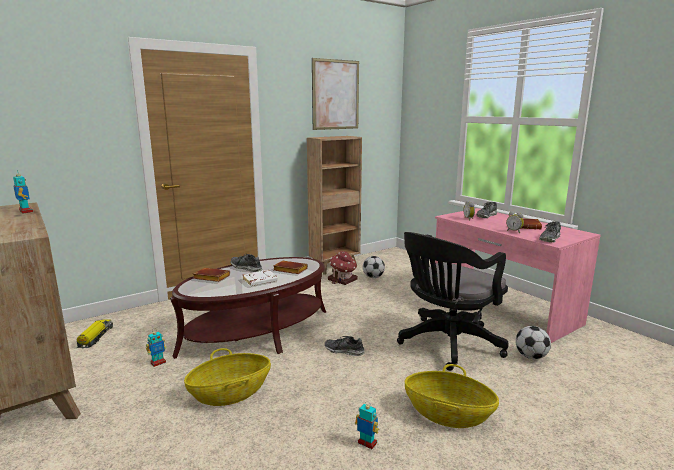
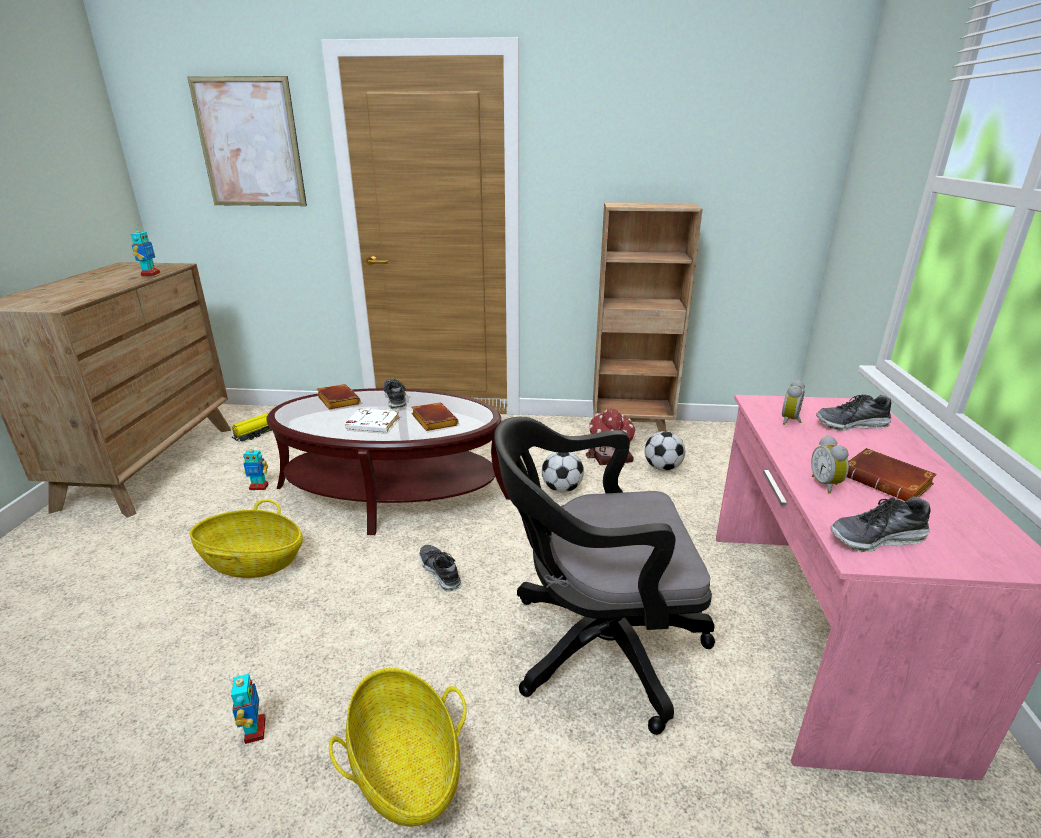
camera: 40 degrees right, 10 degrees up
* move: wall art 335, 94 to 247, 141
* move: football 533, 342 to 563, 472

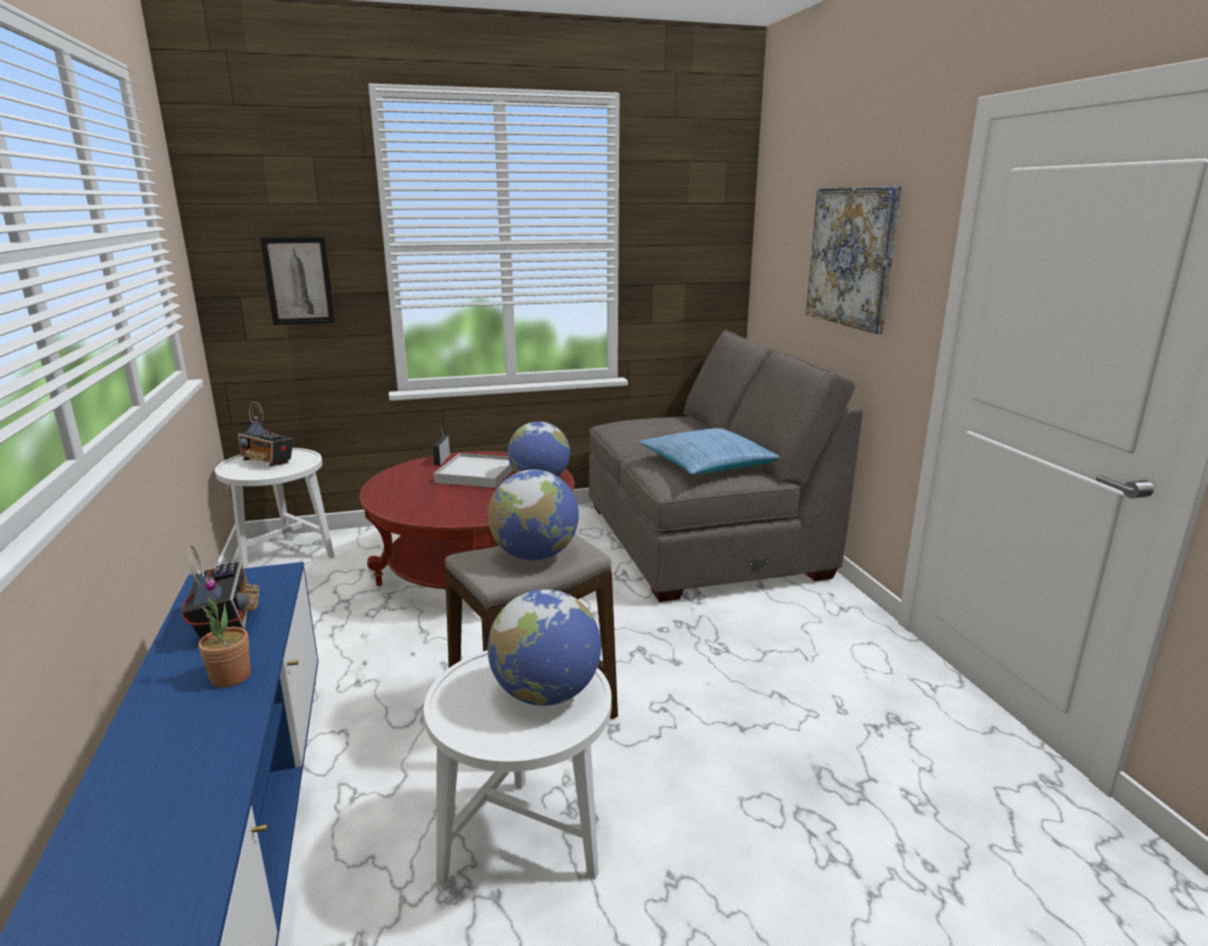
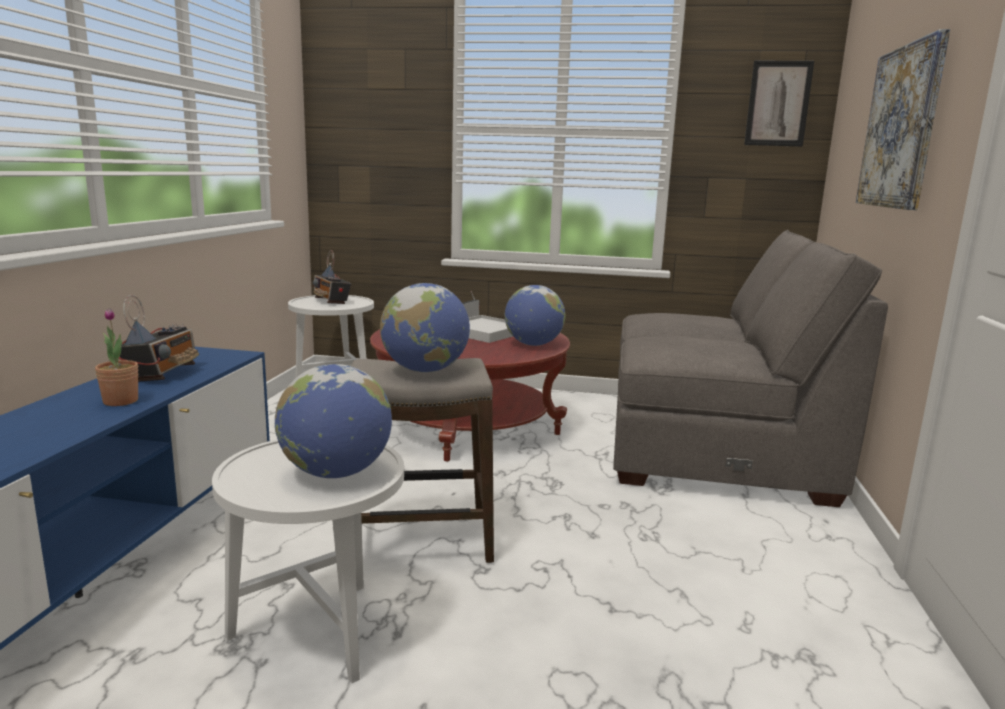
camera: 25 degrees right, 5 degrees down
* move: wall art 297, 281 to 779, 104
* delete: pillow 708, 451

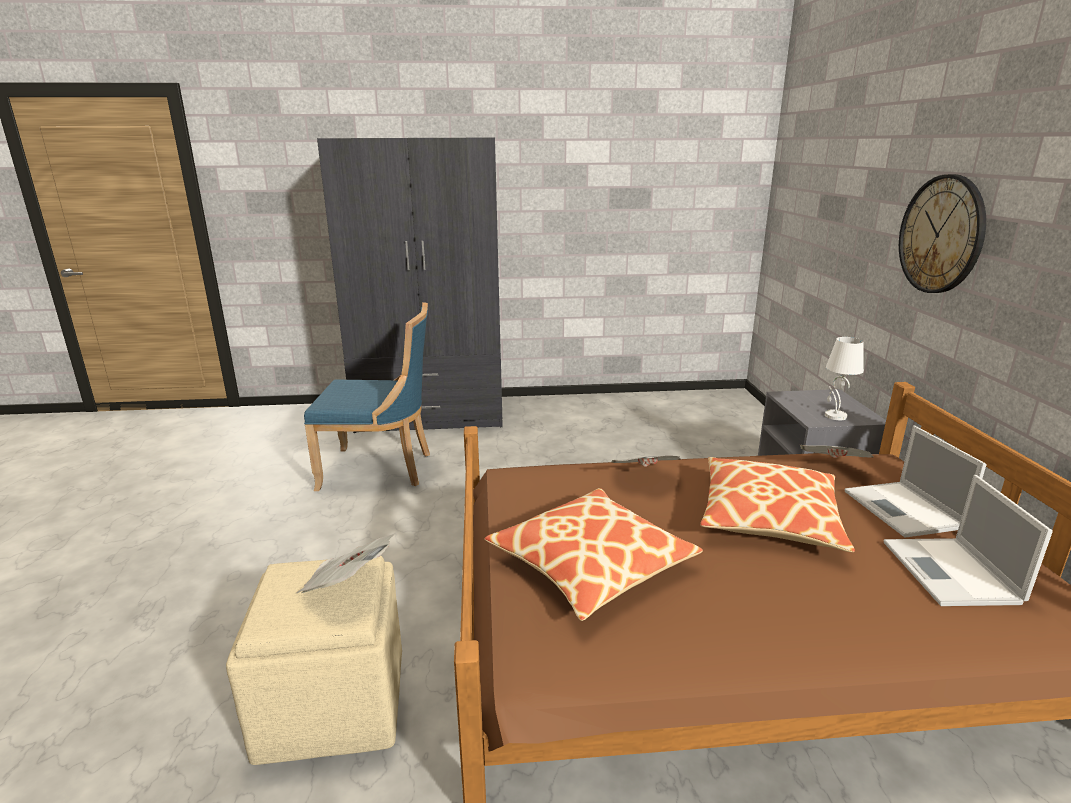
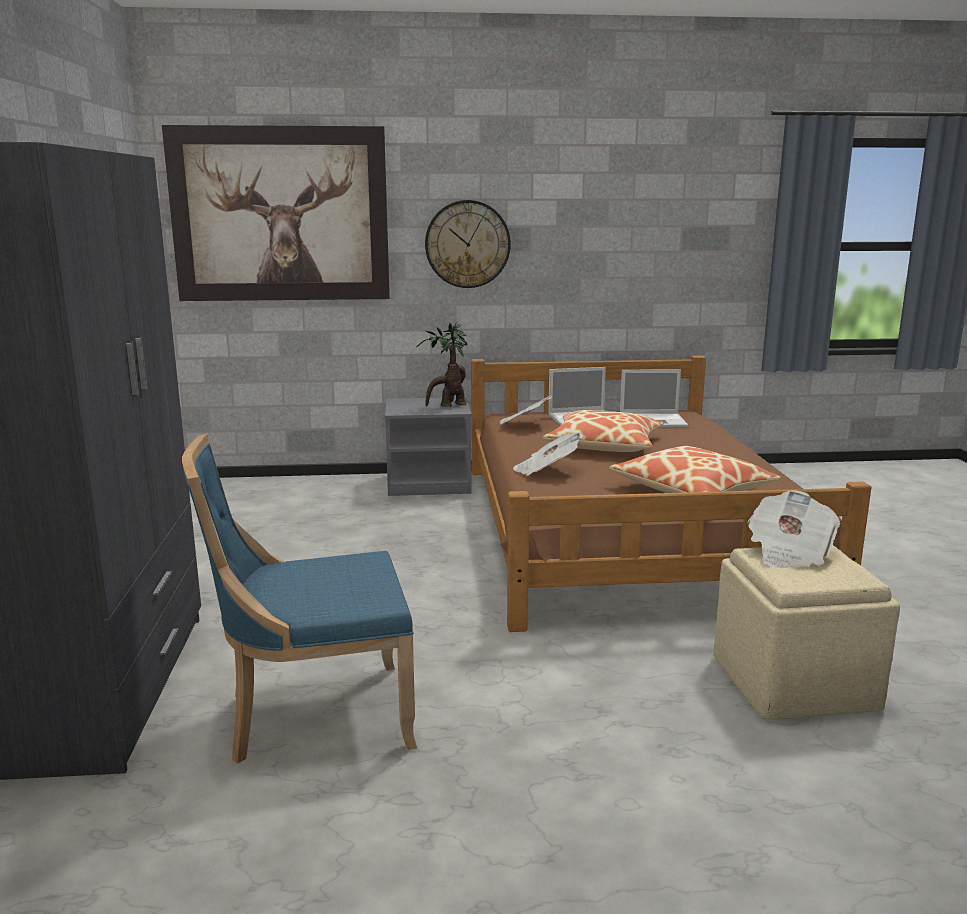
camera: 90 degrees left, 5 degrees down
* rotate: bluish upright chair 367, 396 = 299, 599 105 degrees counterclockwise
* replace: white-coloured tabletop lamp 844, 378 to potted plant 441, 364
* insert: wall art 276, 213

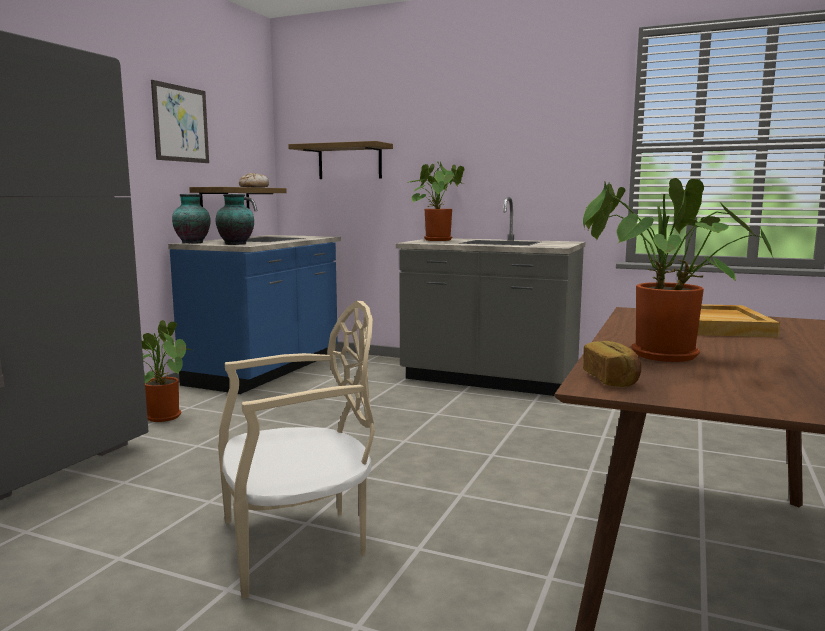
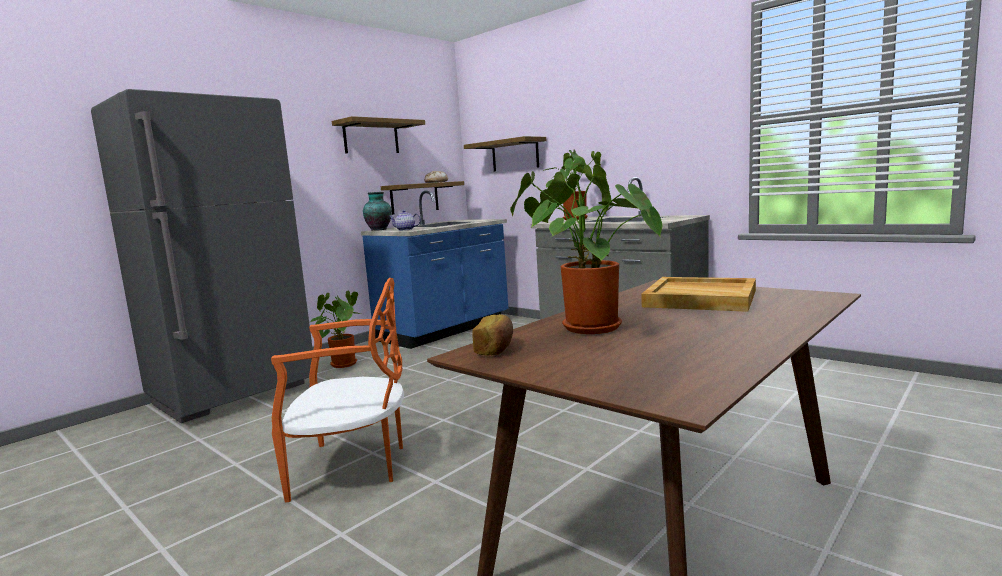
camera: 20 degrees right, 0 degrees up
* replace: wall art 180, 121 to bracket shelf 378, 134
* replace: vase 235, 219 to pot for tea 405, 220
* recolor: sand-coloured upright chair 296, 450 to orange-coloured upright chair 337, 390

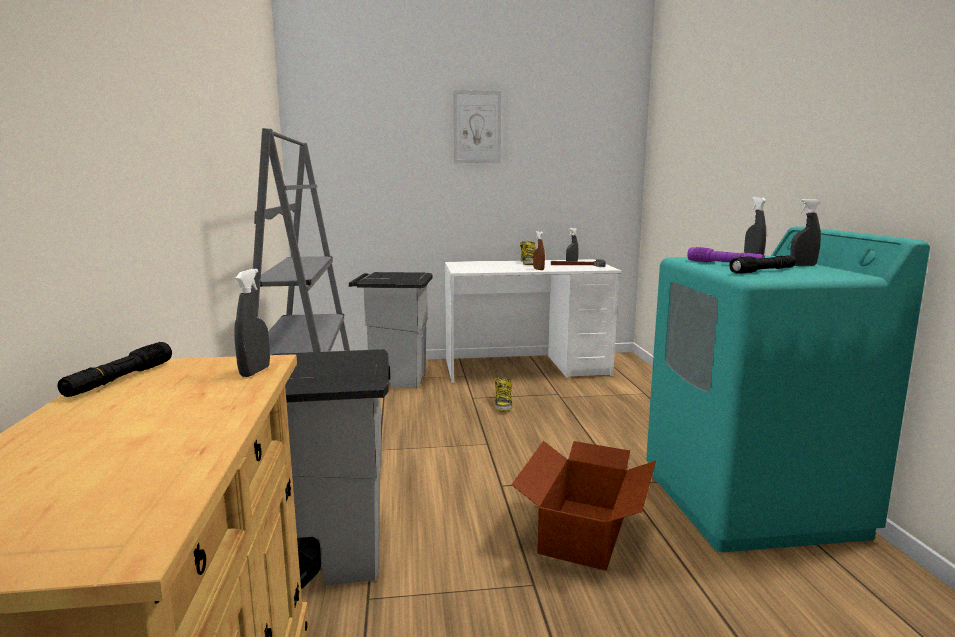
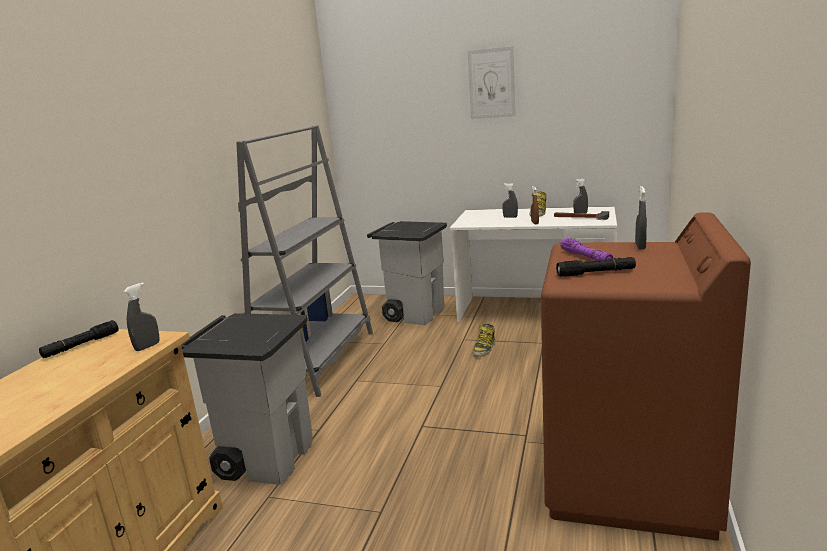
camera: 25 degrees right, 5 degrees up
* delete: cardboard box 583, 506
* recolor: turquoise-coloured laundry machine 788, 389 to brownish laundry machine 646, 376
* move: gray hand sprayer 805, 232 to 510, 200

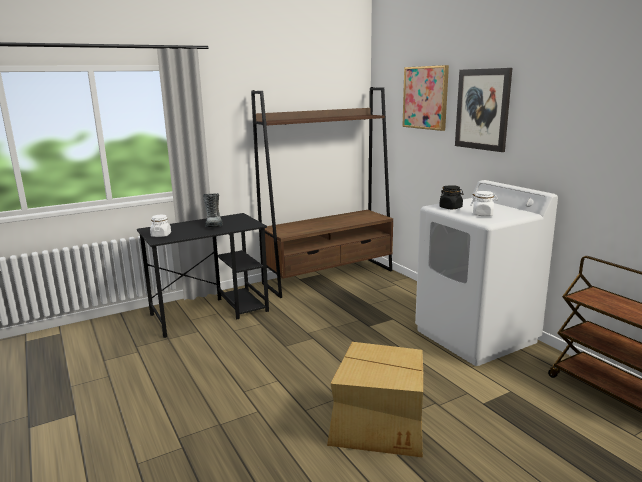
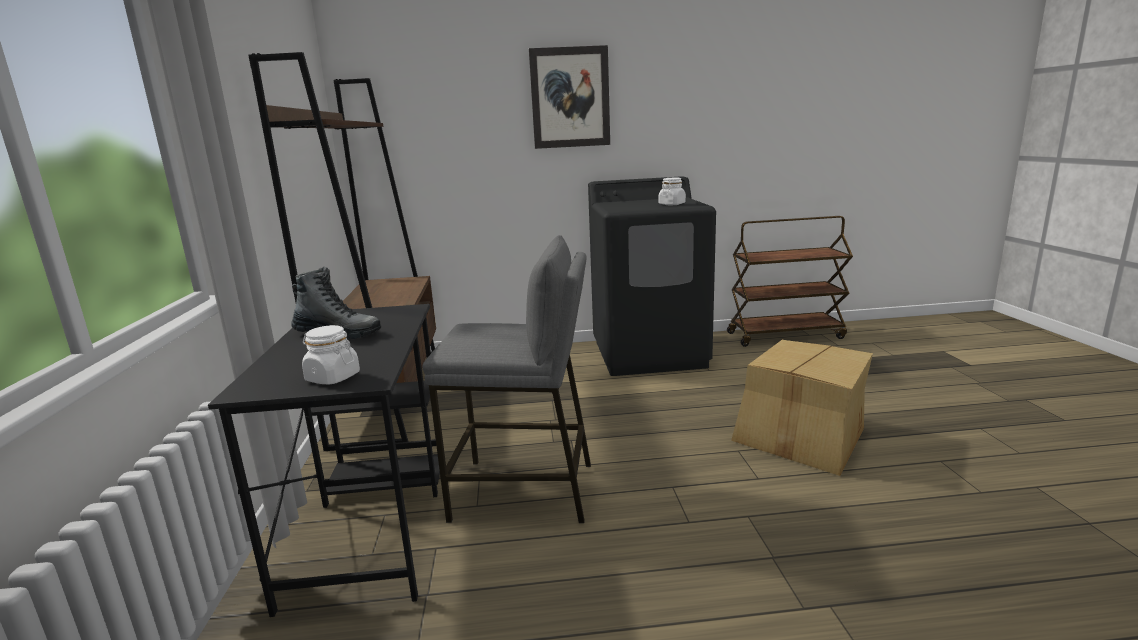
camera: 65 degrees left, 0 degrees up
* delete: wall art 425, 98
* recolor: white-coloured laundry machine 486, 273 to black-coloured laundry machine 652, 276
* delete: black-coloured preserve jar 451, 197
* insert: gray stool 506, 379

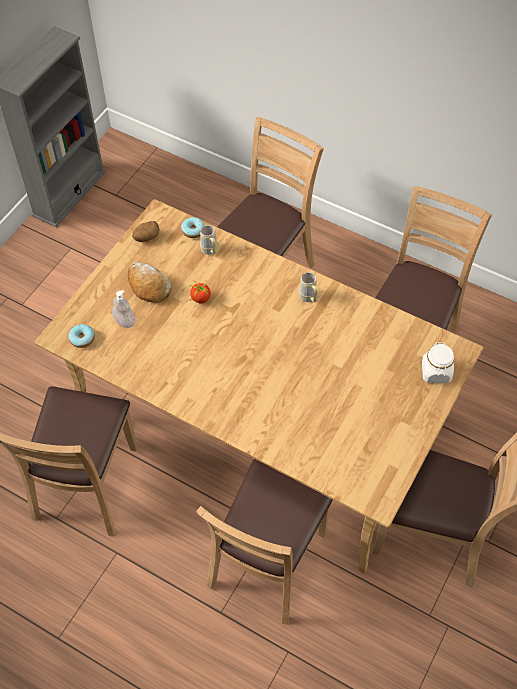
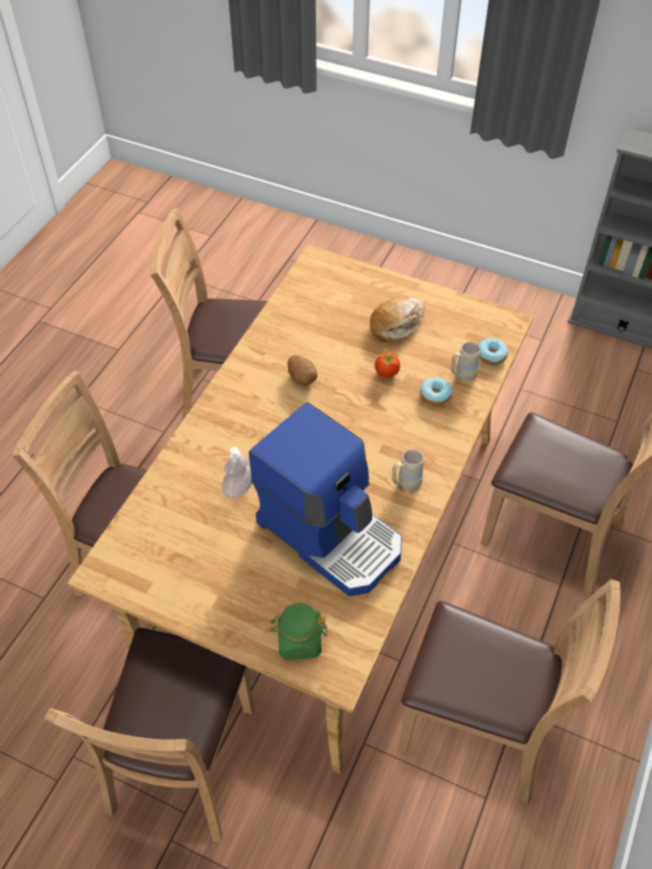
camera: 85 degrees right, 5 degrees down
* move: doughnut 81, 336 to 436, 391
* move: liquid soap bottle 123, 309 to 237, 472
* move: spud 145, 231 to 302, 370
* recolor: white-coloured preserve jar 438, 362 to green preserve jar 299, 631
* insert: coffee brewer 325, 499

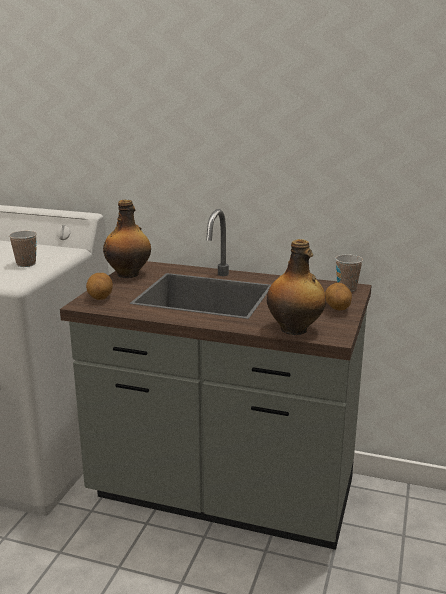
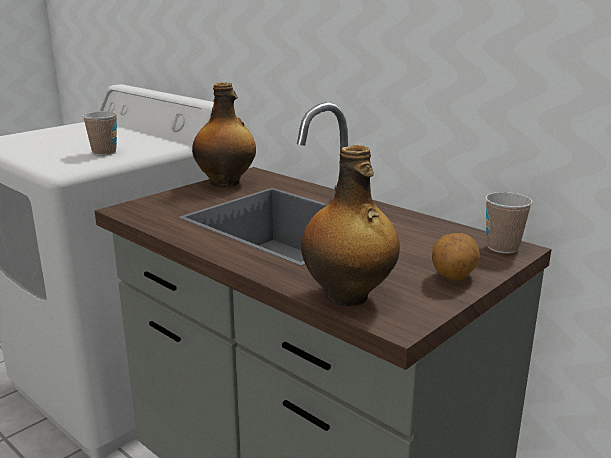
camera: 25 degrees right, 0 degrees up
* delete: spud 99, 286

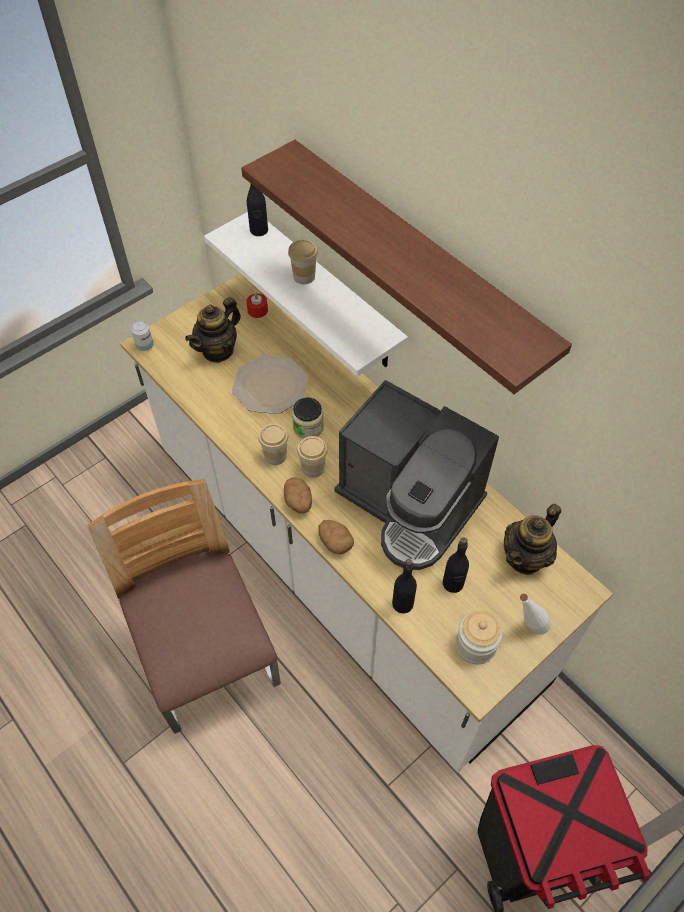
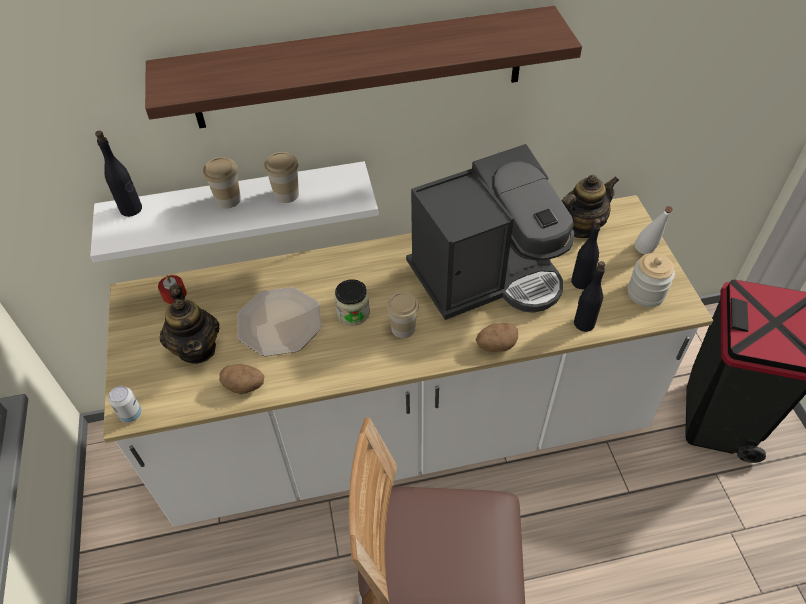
camera: 60 degrees left, 5 degrees down
* move: cup 273, 444 to 281, 177
* move: spud 298, 496 to 241, 379
* rotate: pot for tea 532, 539 = 590, 206 105 degrees counterclockwise

